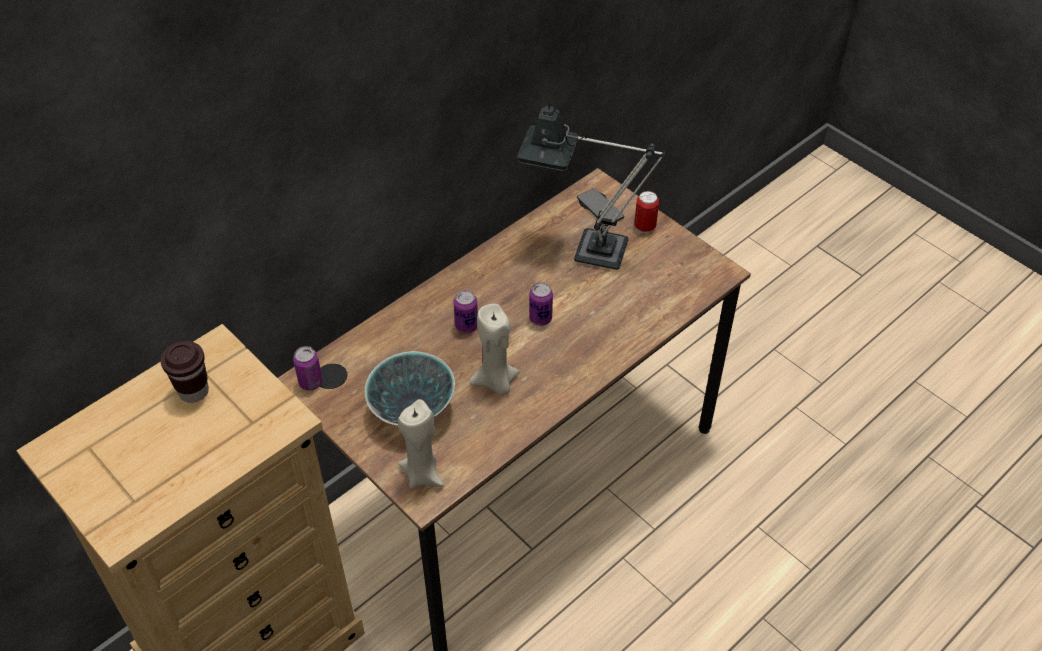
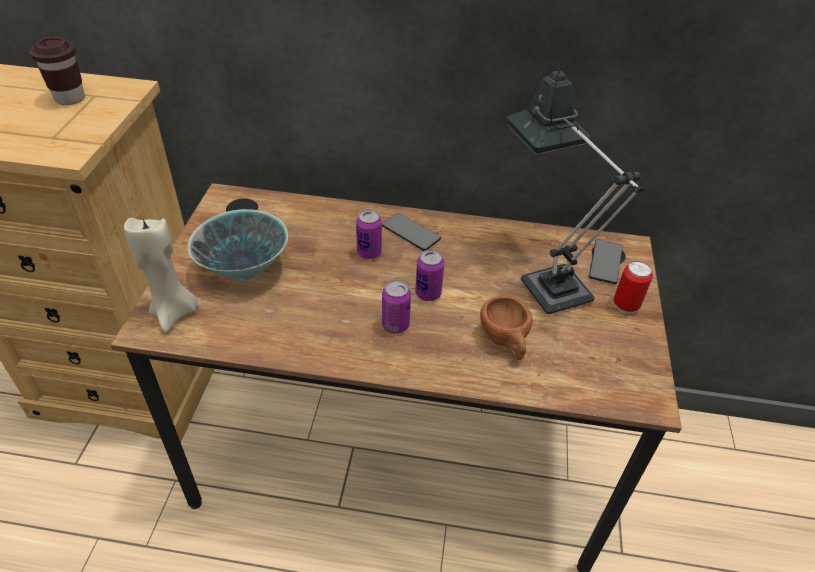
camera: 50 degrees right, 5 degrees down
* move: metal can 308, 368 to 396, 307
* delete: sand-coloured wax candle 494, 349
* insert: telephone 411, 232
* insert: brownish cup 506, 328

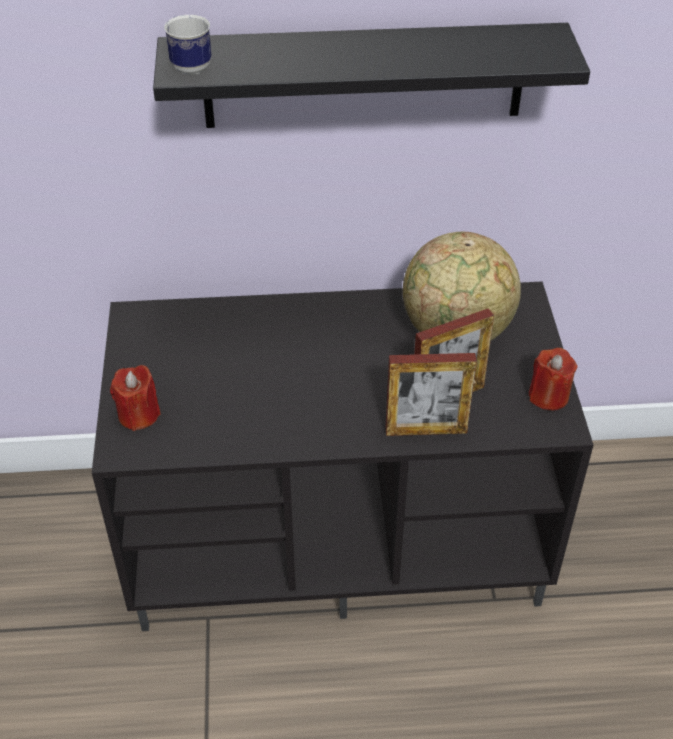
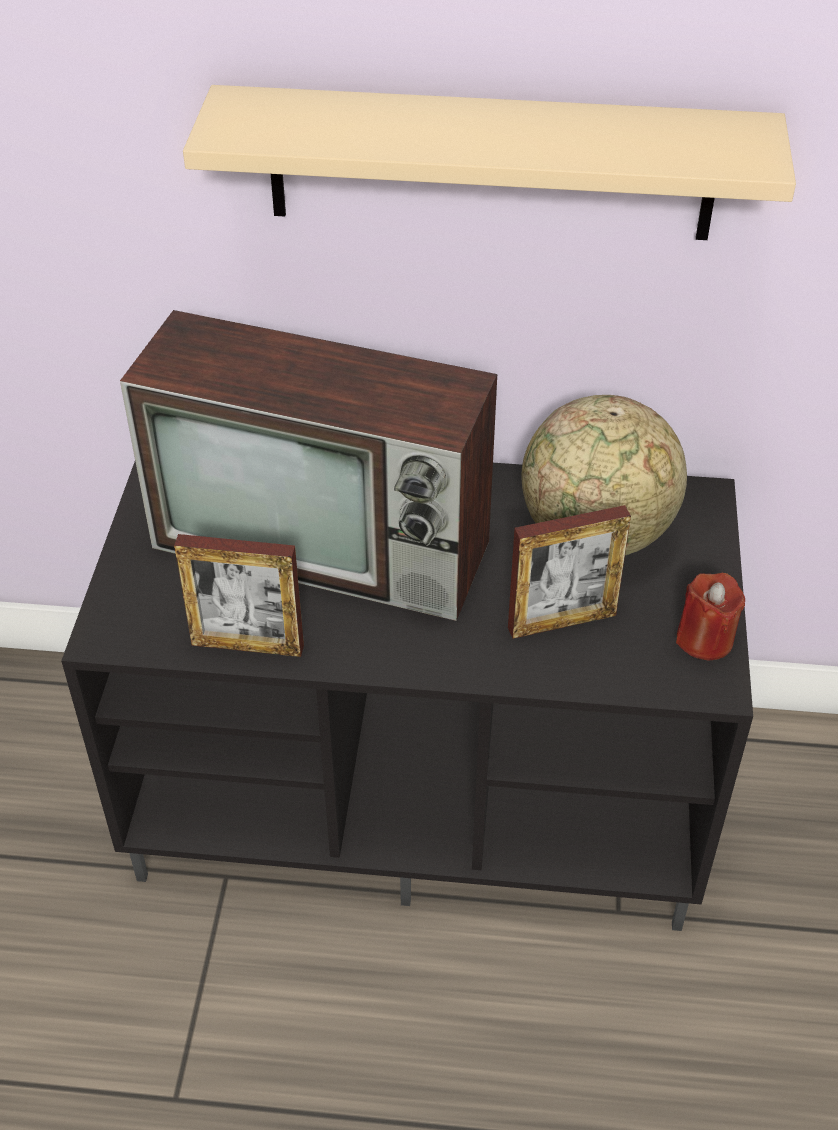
camera: 10 degrees right, 0 degrees up
* delete: red wax candle 135, 398
* recolor: black-coloured bracket shelf 371, 75 to sand-coloured bracket shelf 489, 162
* delete: coffee mug 187, 45
* move: photo frame 431, 394 to 239, 595
* insert: TV 308, 465

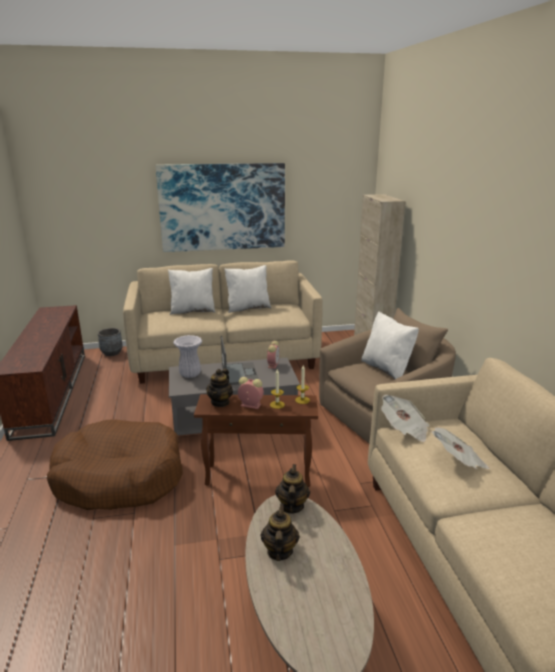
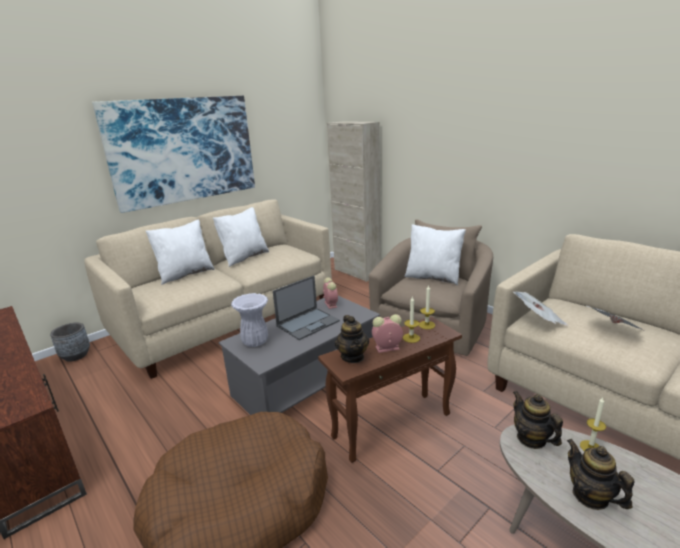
camera: 30 degrees left, 0 degrees up
* rotate: laptop 240, 360 = 306, 308 90 degrees clockwise
* insert: wax candle 593, 424

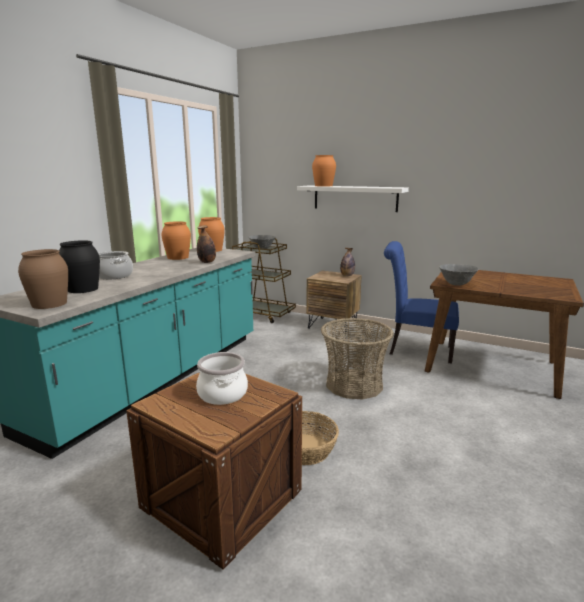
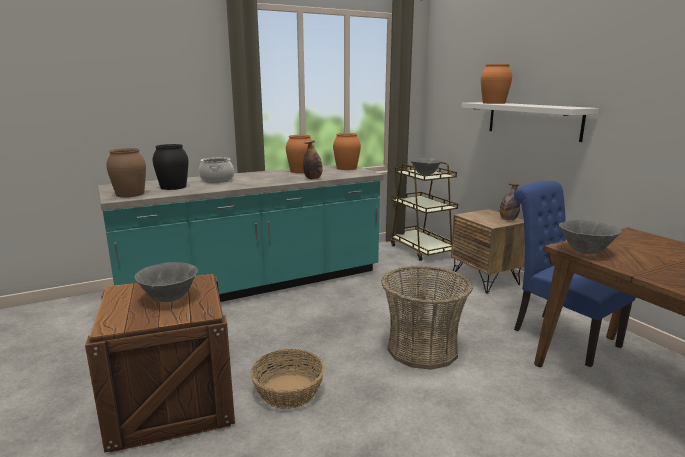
camera: 35 degrees right, 0 degrees up
* replace: cooking pot 222, 378 to gray serving bowl 166, 282

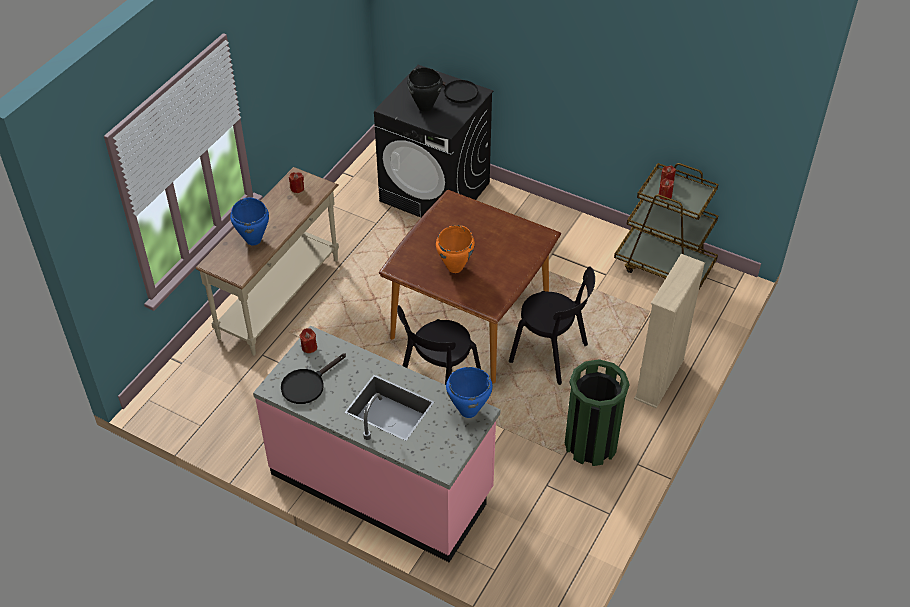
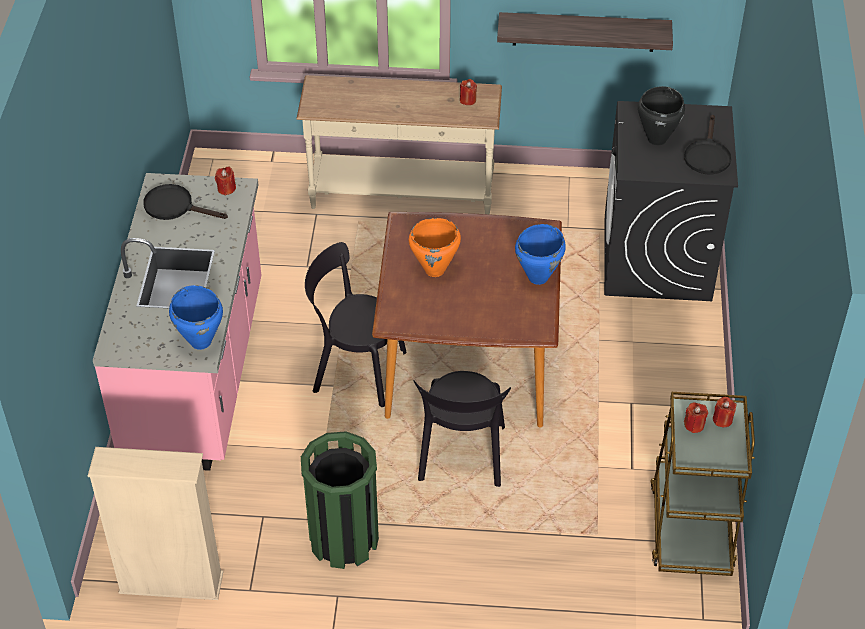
camera: 65 degrees right, 0 degrees up
* move: bluish cooking pot 249, 221 to 540, 254
* move: sand-coloured bookcase 669, 331 to 155, 523
* insert: bracket shelf 585, 32

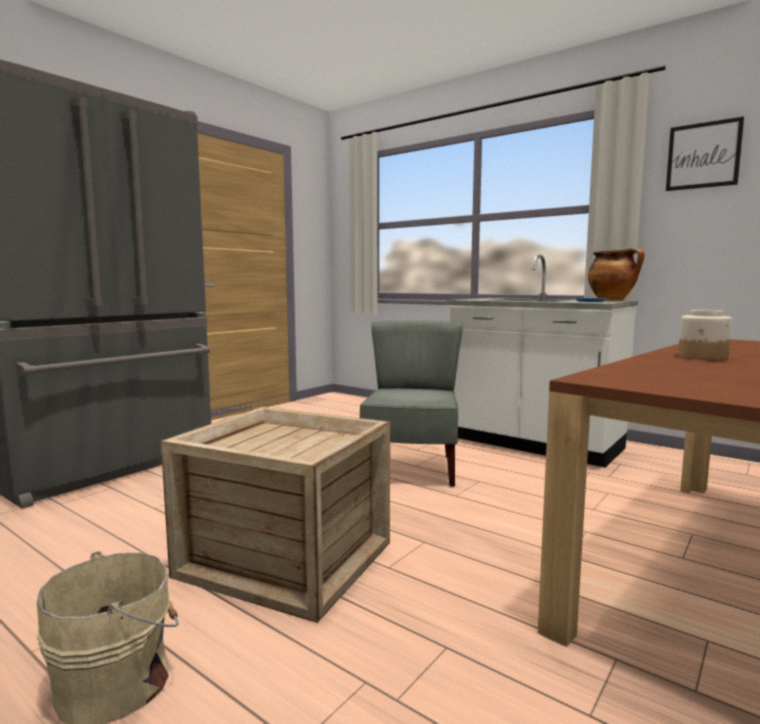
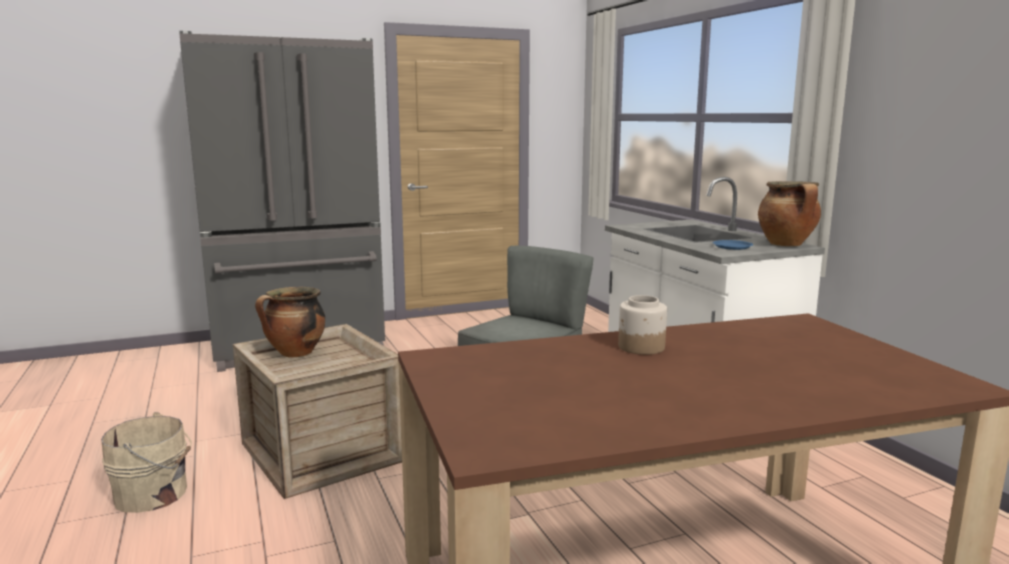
camera: 30 degrees right, 5 degrees up
* delete: wall art 705, 154
* insert: cooking pot 290, 322

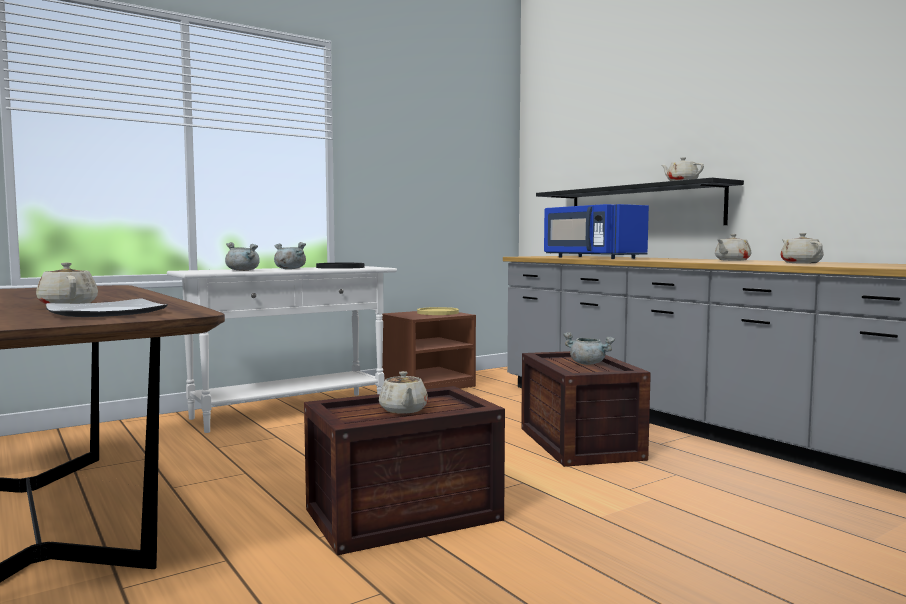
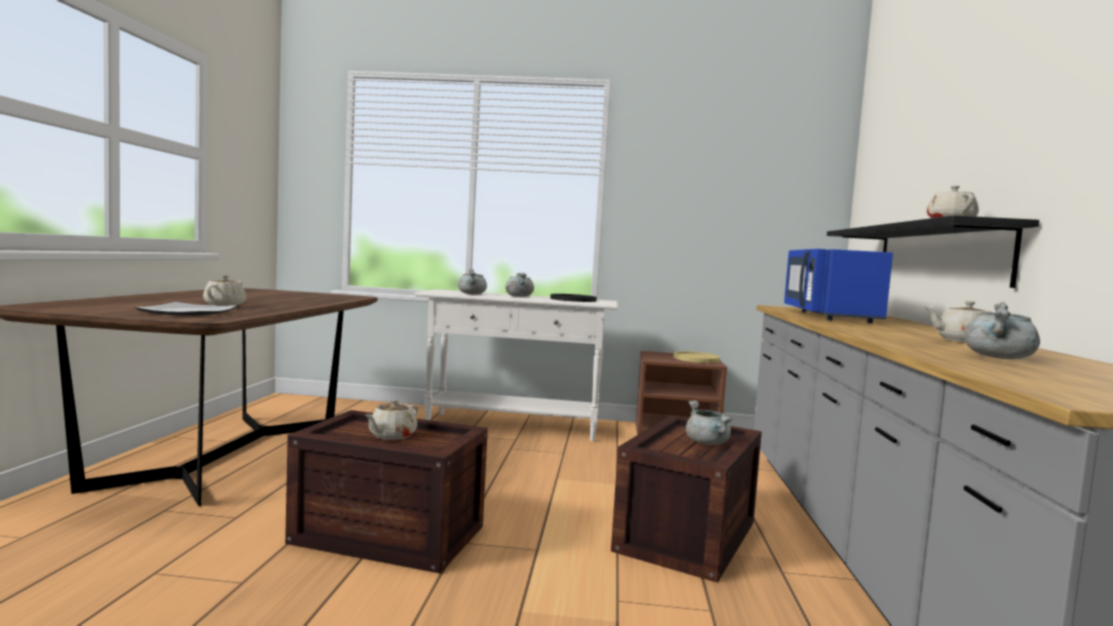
camera: 40 degrees right, 0 degrees up
* replace: sand-coloured pot for tea 802, 248 to gray cooking pot 1002, 330

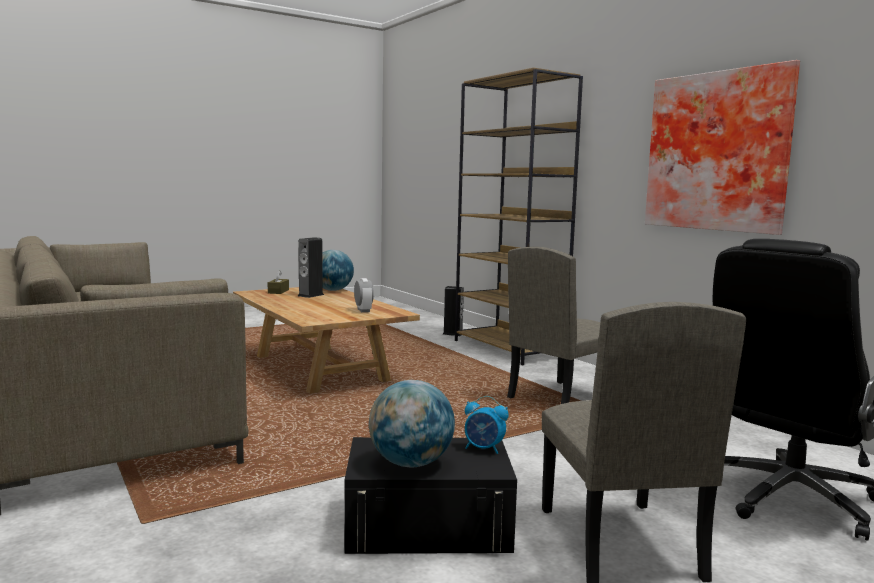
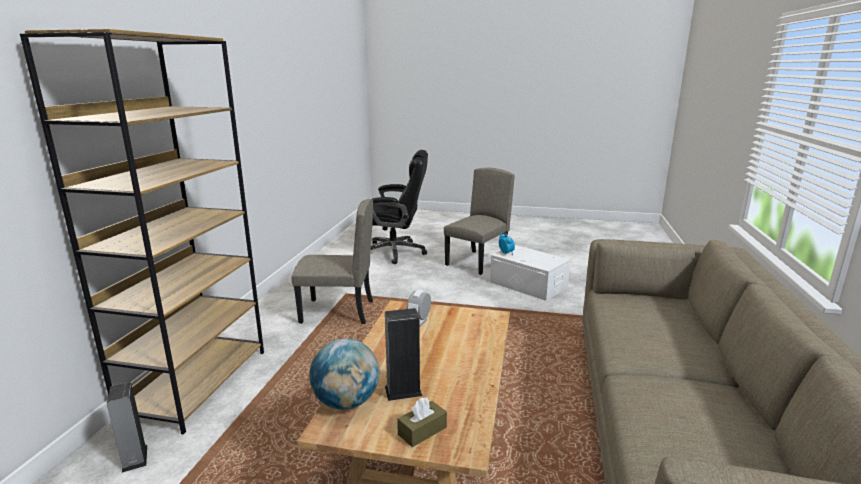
camera: 135 degrees left, 10 degrees up
* recolor: black-coloured storage box 430, 495 to white-coloured storage box 530, 273
* delete: world globe 412, 423
* delete: wall art 722, 147

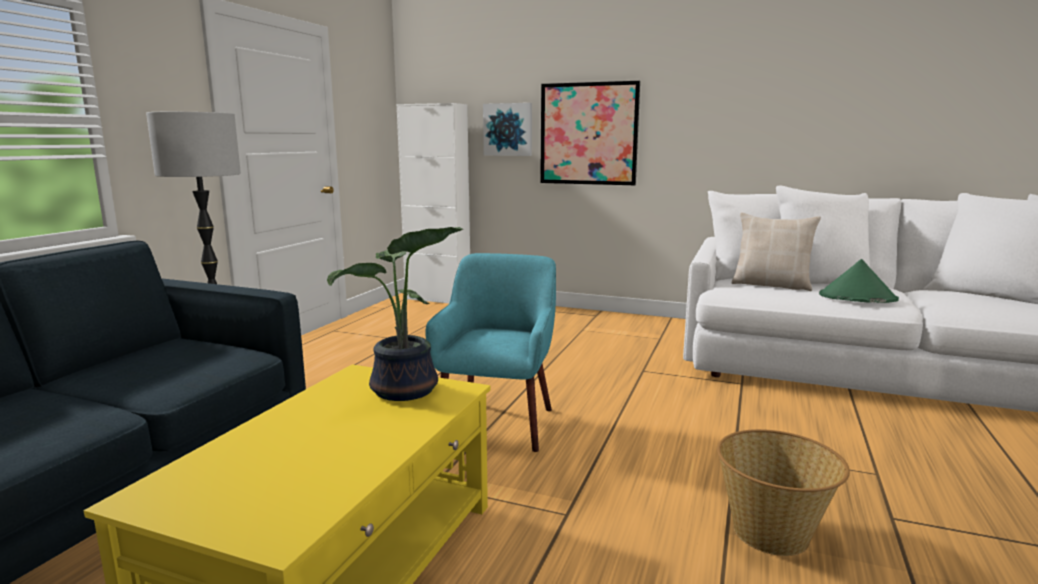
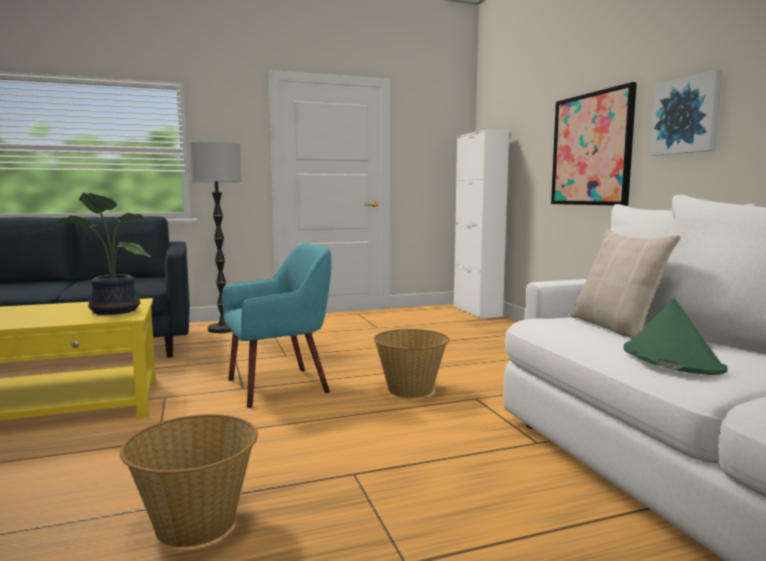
camera: 50 degrees right, 5 degrees down
* move: wall art 507, 129 to 686, 113
* insert: storage basket 412, 363

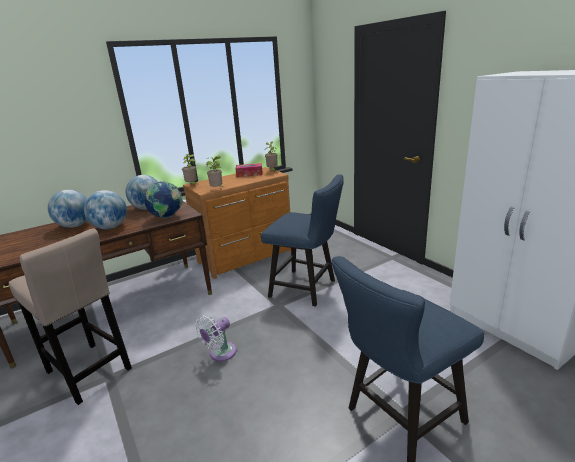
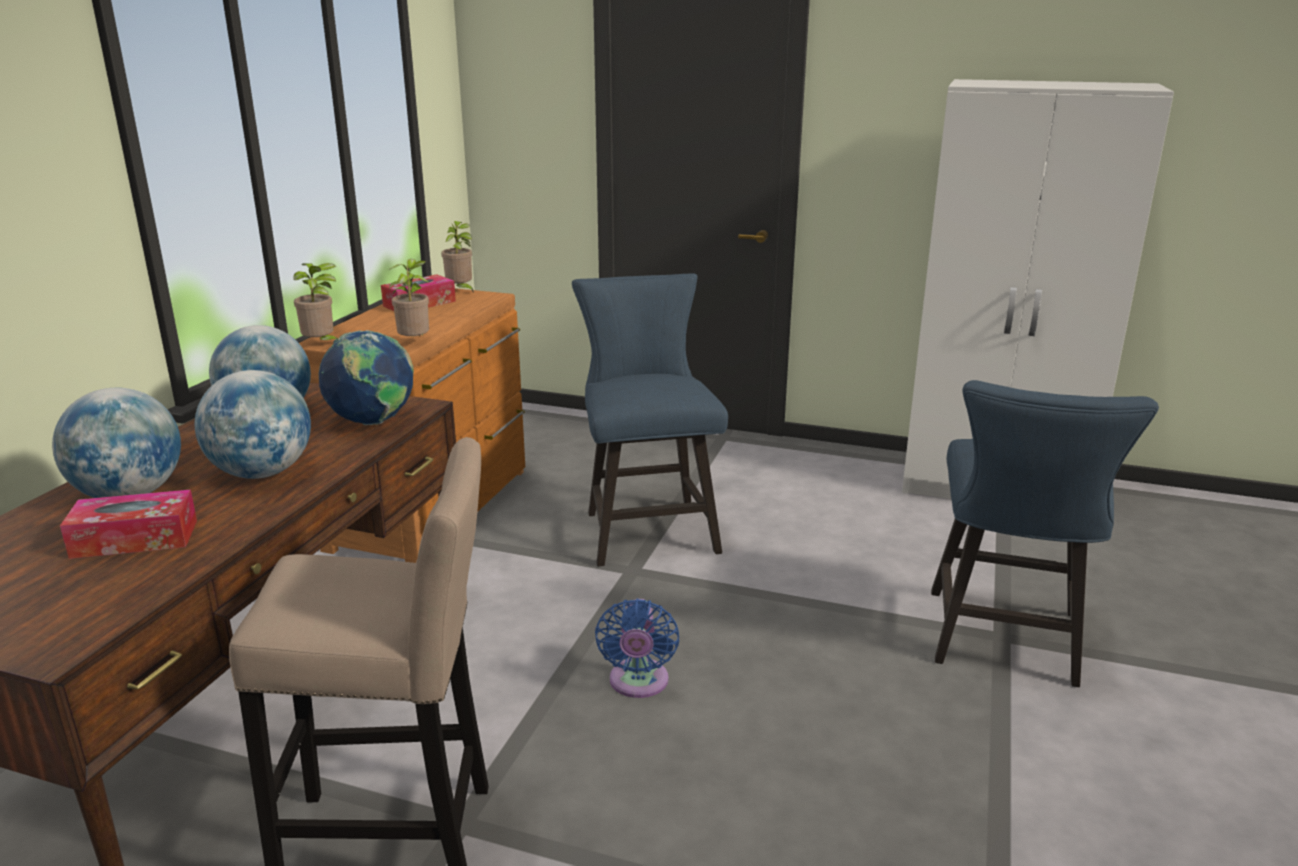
camera: 40 degrees left, 0 degrees up
* recolor: white-coloured fan 216, 338 to bluish fan 637, 648
* rotate: bluish upright chair 302, 240 = 650, 419 90 degrees counterclockwise
* insert: box of tissues 128, 524

